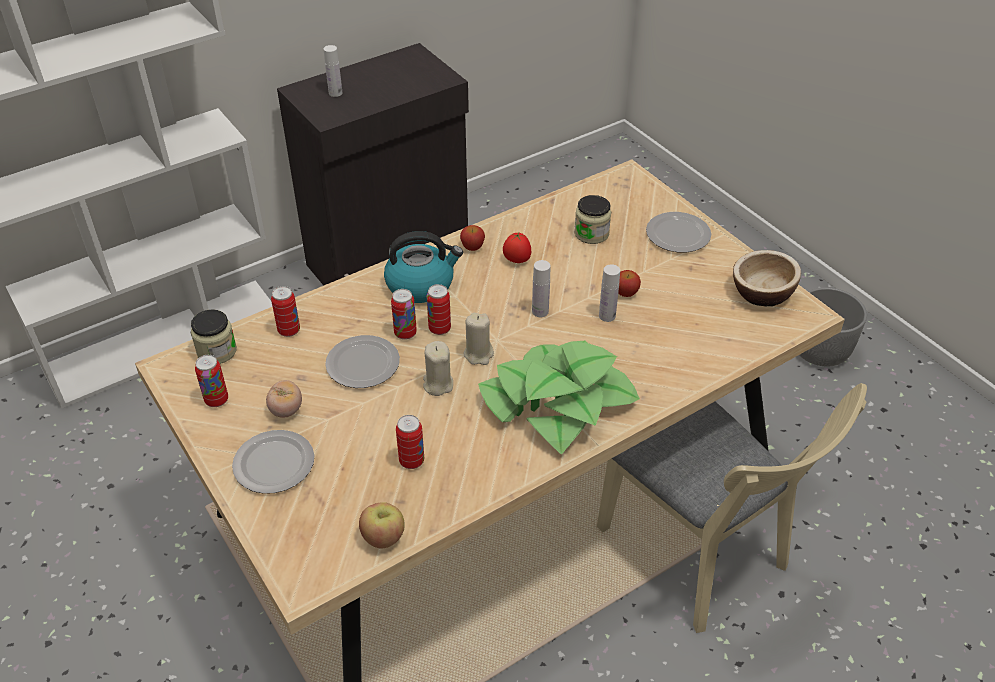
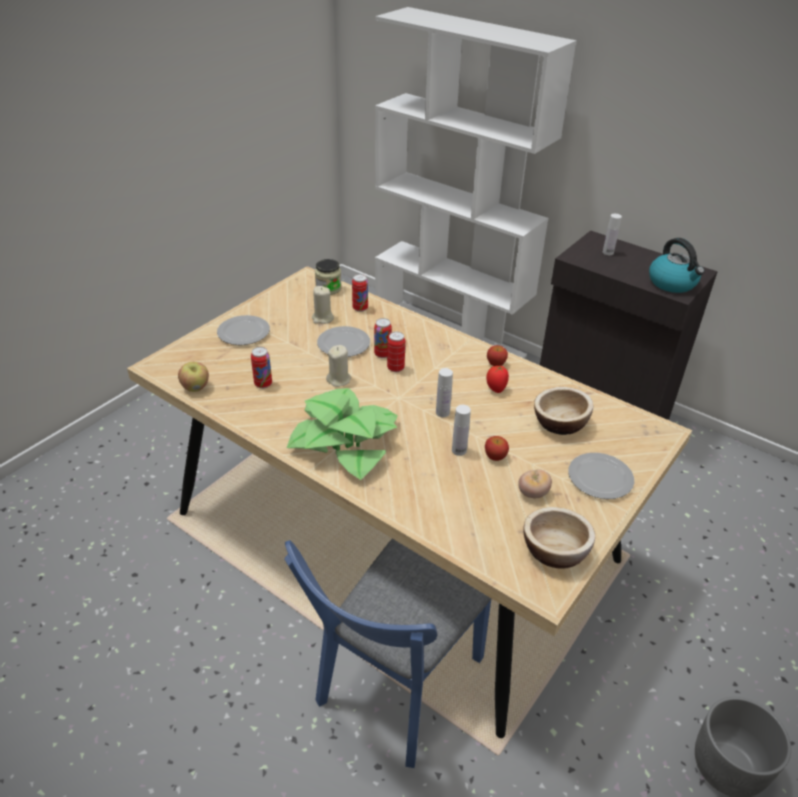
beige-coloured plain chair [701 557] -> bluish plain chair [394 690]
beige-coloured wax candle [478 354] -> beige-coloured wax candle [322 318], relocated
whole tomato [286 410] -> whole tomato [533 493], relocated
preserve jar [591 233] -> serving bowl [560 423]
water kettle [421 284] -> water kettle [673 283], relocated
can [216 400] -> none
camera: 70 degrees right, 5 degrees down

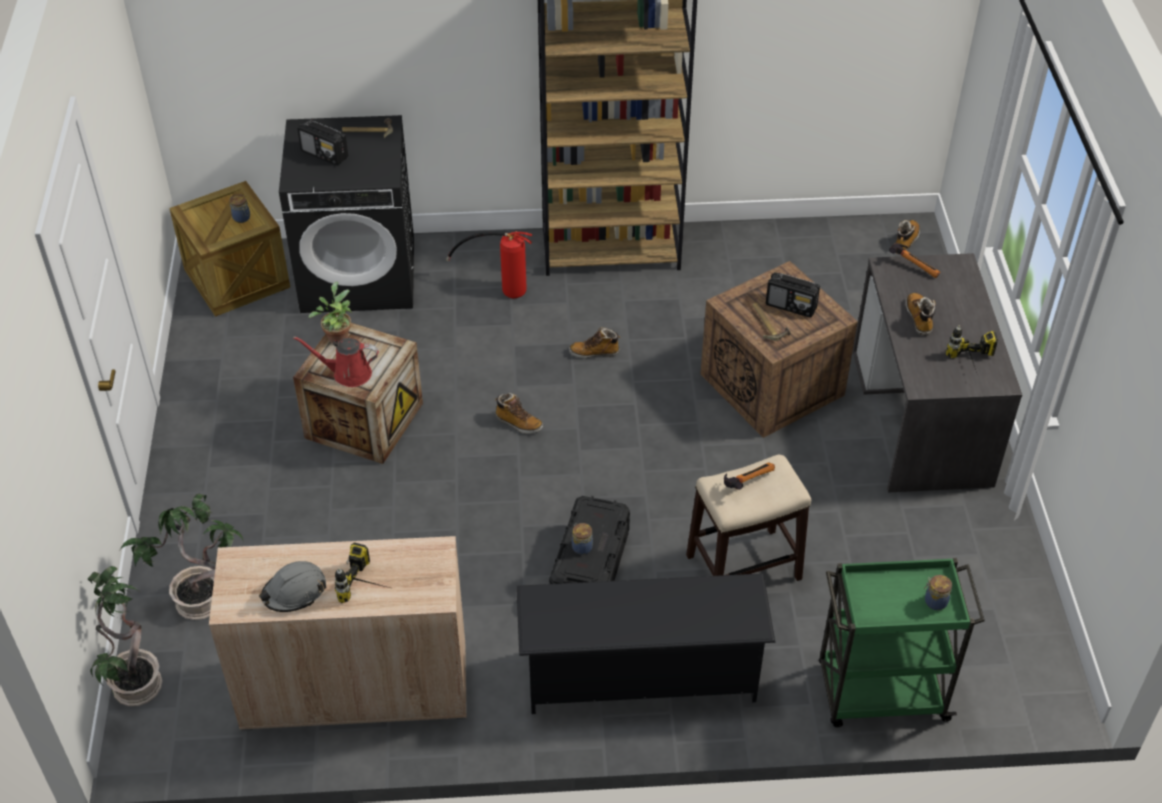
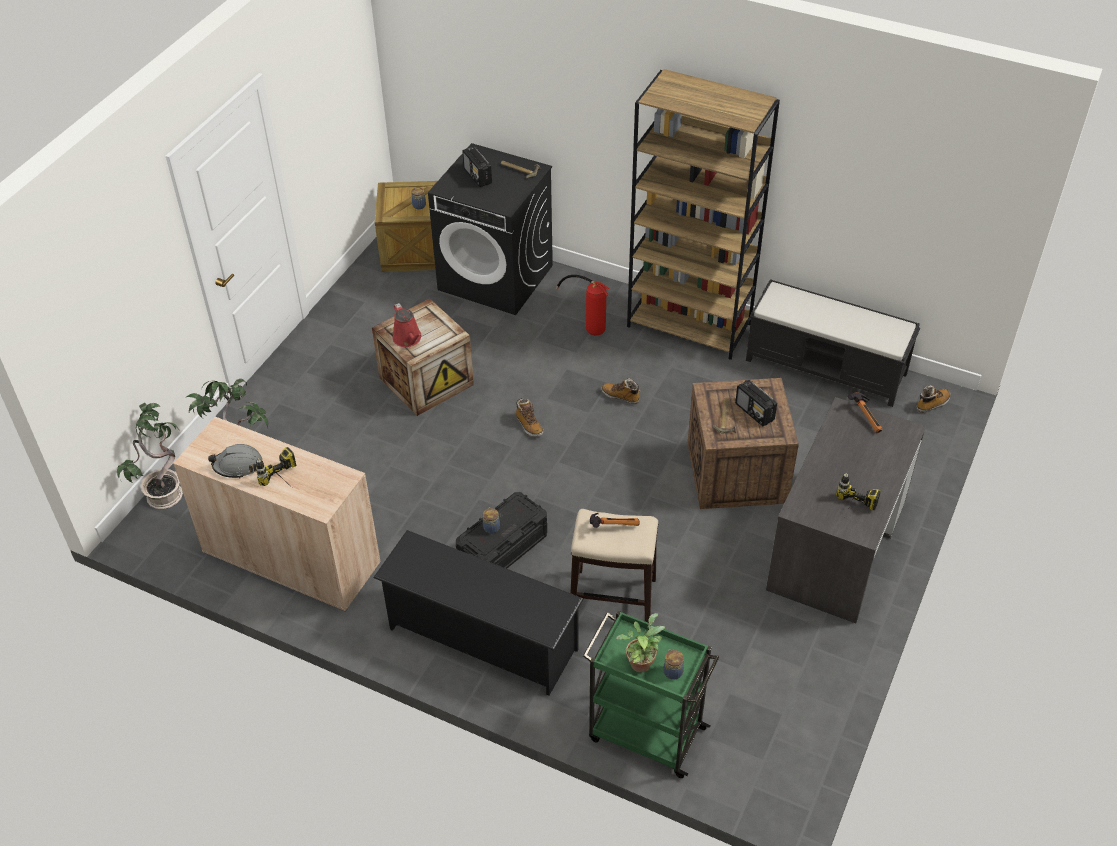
red watering can [348 373] -> red watering can [408 339], 150 degrees counterclockwise
plant in a pot [337 336] -> plant in a pot [640 661], relocated
none -> black-coloured indoor bench [827 367]
boot [919 318] -> none
camera: 30 degrees right, 0 degrees up

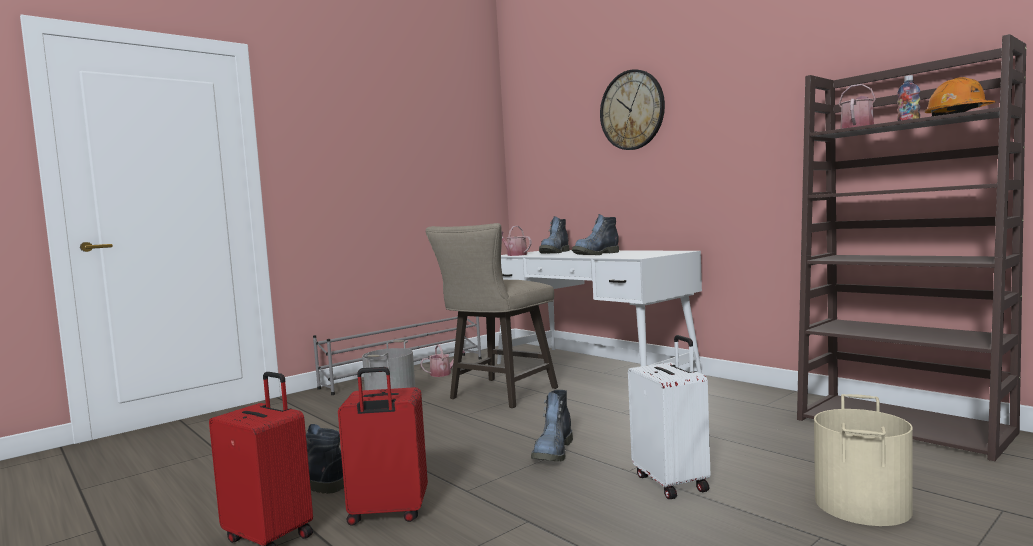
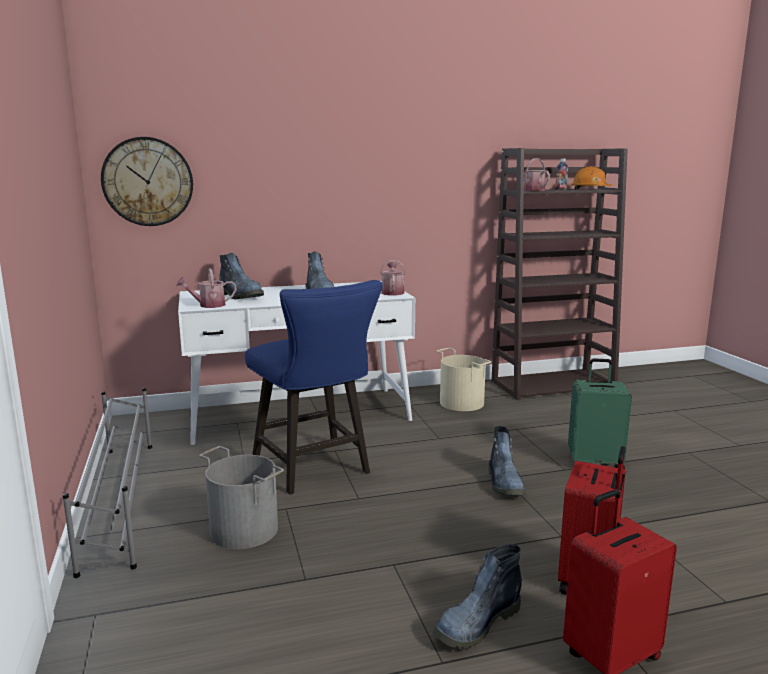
clock on the wall [632 110] -> clock on the wall [148 182], relocated
beige-coloured sitting stool [498 395] -> bluish sitting stool [315 469]
watering can [443 373] -> watering can [392 292], relocated
beige-coloured bucket [863 505] -> beige-coloured bucket [462 403], relocated
boot [553 452] -> boot [505 484], 45 degrees clockwise
white suitcase [672 482] -> green suitcase [595 463]
camera: 65 degrees left, 10 degrees up

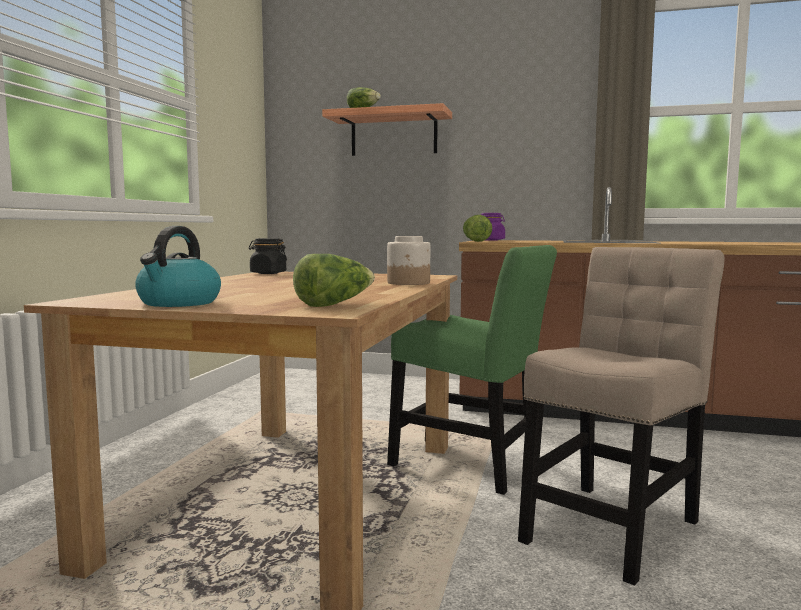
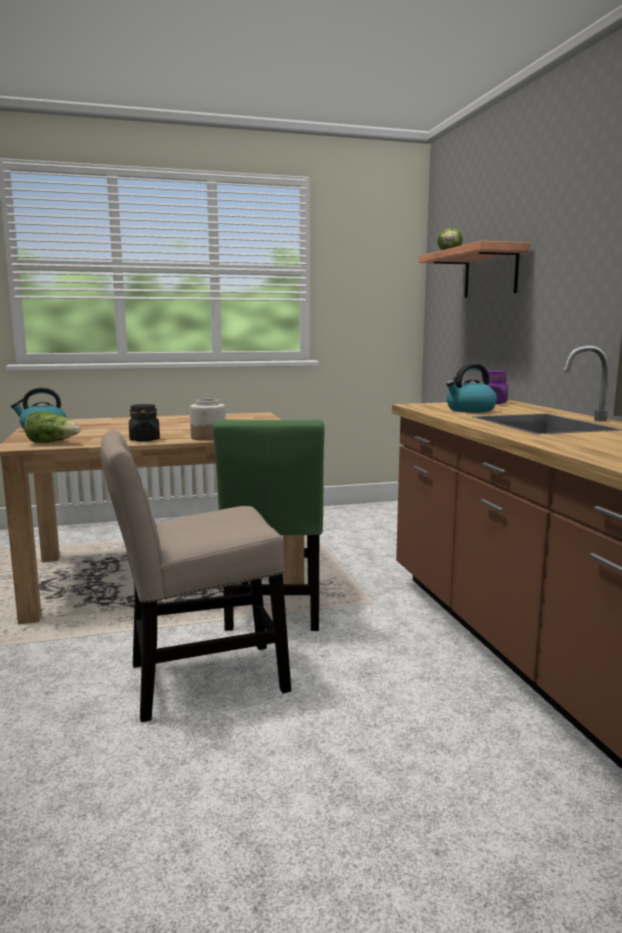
beige-coloured plain chair [613 526] -> beige-coloured plain chair [198 680], 150 degrees clockwise
black-coloured preserve jar [268 273] -> black-coloured preserve jar [144 440], relocated
none -> water kettle [470 410]
head of lettuce [475 241] -> none
camera: 60 degrees right, 5 degrees up

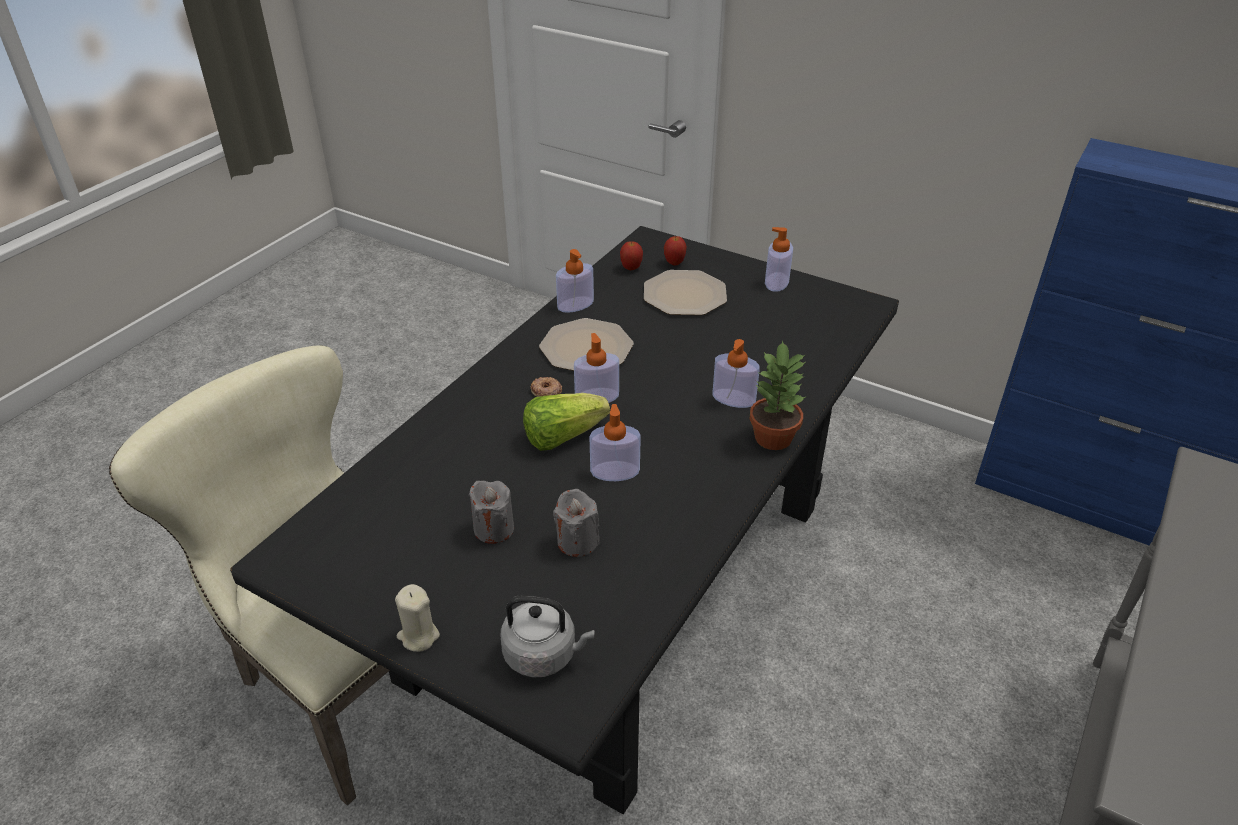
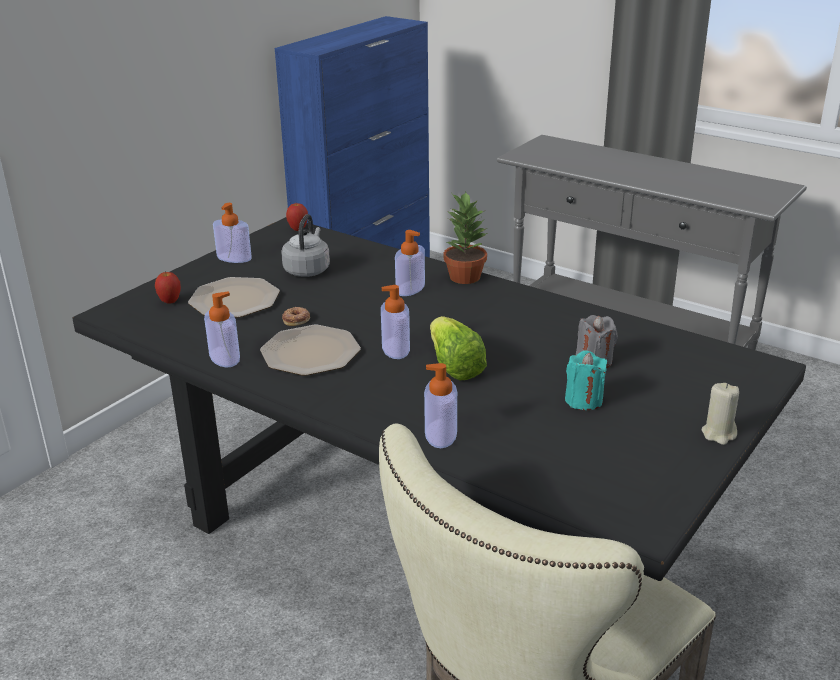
greyish water kettle [544 654] -> greyish water kettle [307 270], relocated
donut [546 391] -> donut [296 319], relocated
apple fruit [631 268] -> apple fruit [298 229], relocated
soap dispenser [615 471] -> soap dispenser [440 434], relocated
greyish wax candle [494 529] -> turquoise wax candle [583 400]
camera: 85 degrees left, 10 degrees down

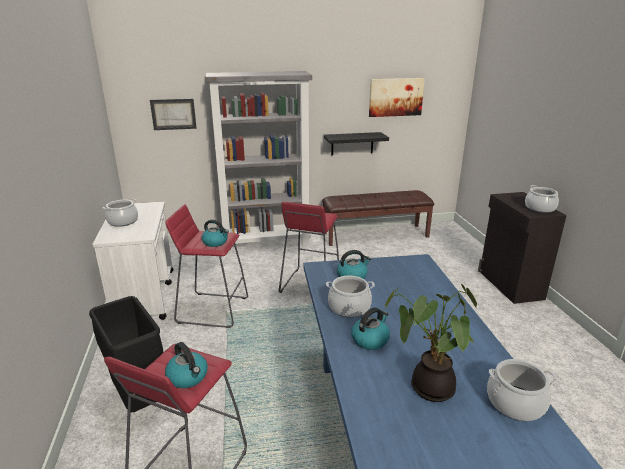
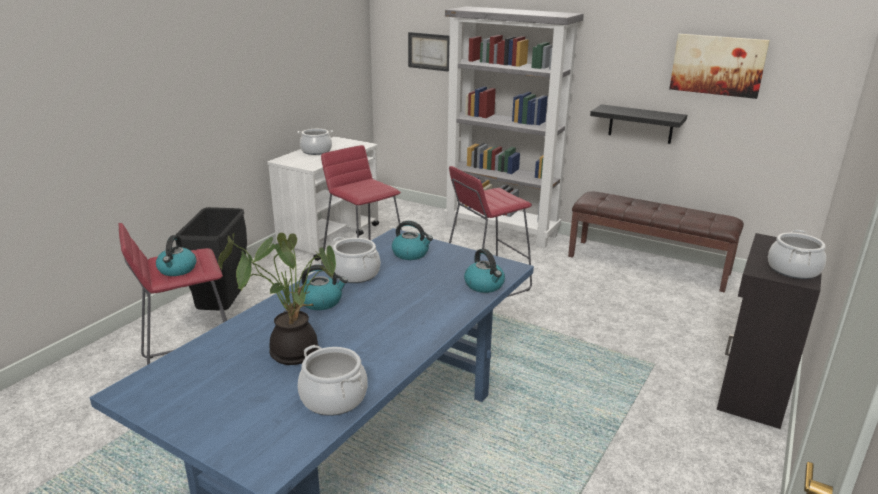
water kettle [215 242] -> water kettle [484 285], relocated
camera: 40 degrees right, 0 degrees up

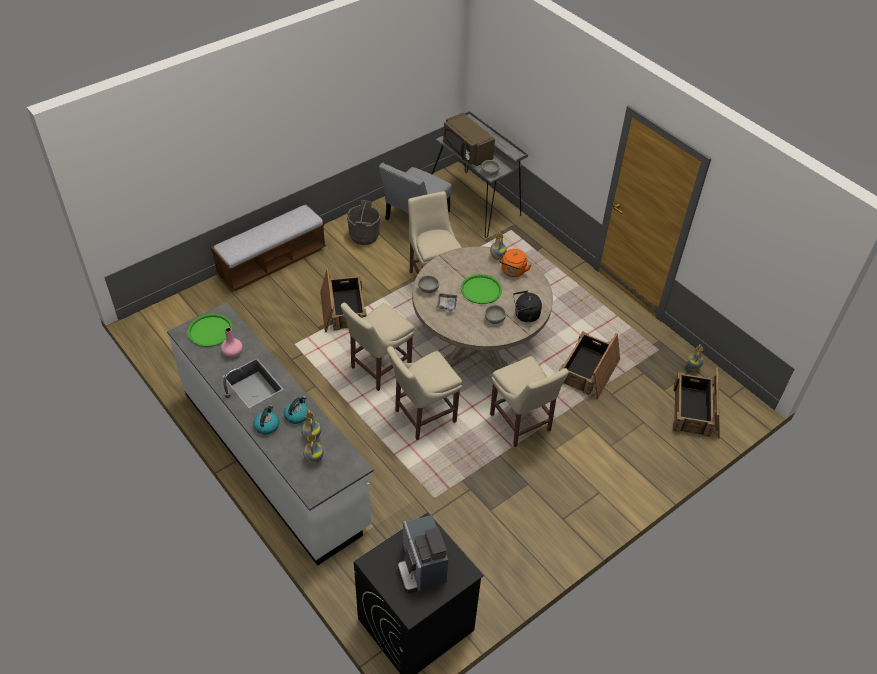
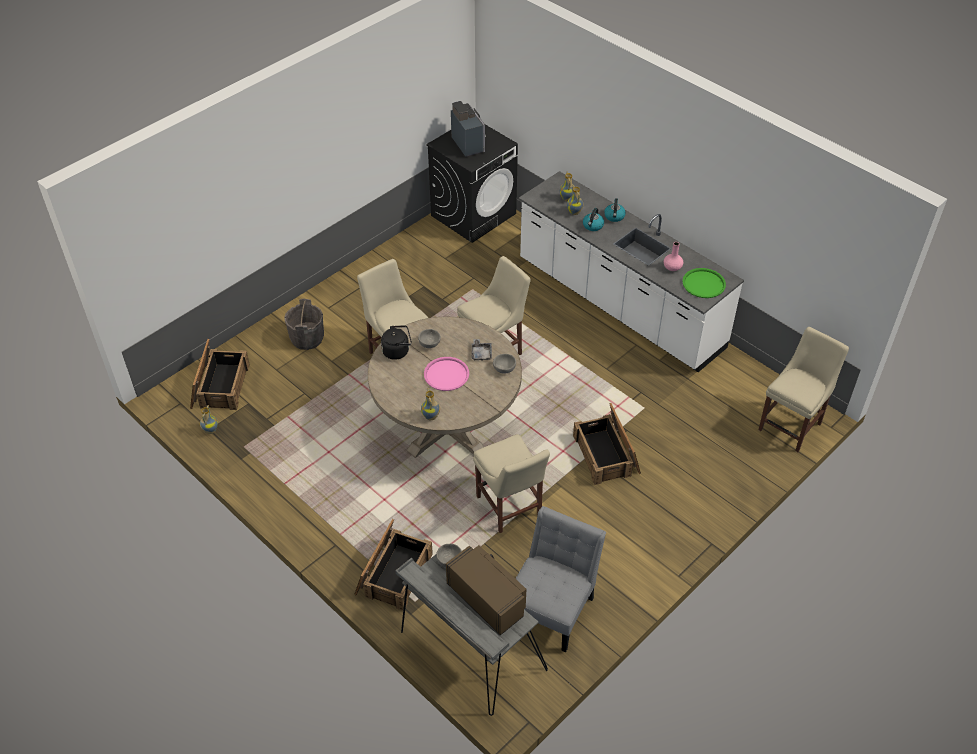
greyish bucket [364 236] -> greyish bucket [307 338], relocated
packing crate [589 371] -> packing crate [393 573], relocated
green tray [481 290] -> pink tray [446 374]
beige-coloured plain chair [378 369] -> beige-coloured plain chair [792 425], relocated
indoor bench [272 262] -> none
orange-coloured water kettle [513 272] -> none
camera: 175 degrees right, 0 degrees up

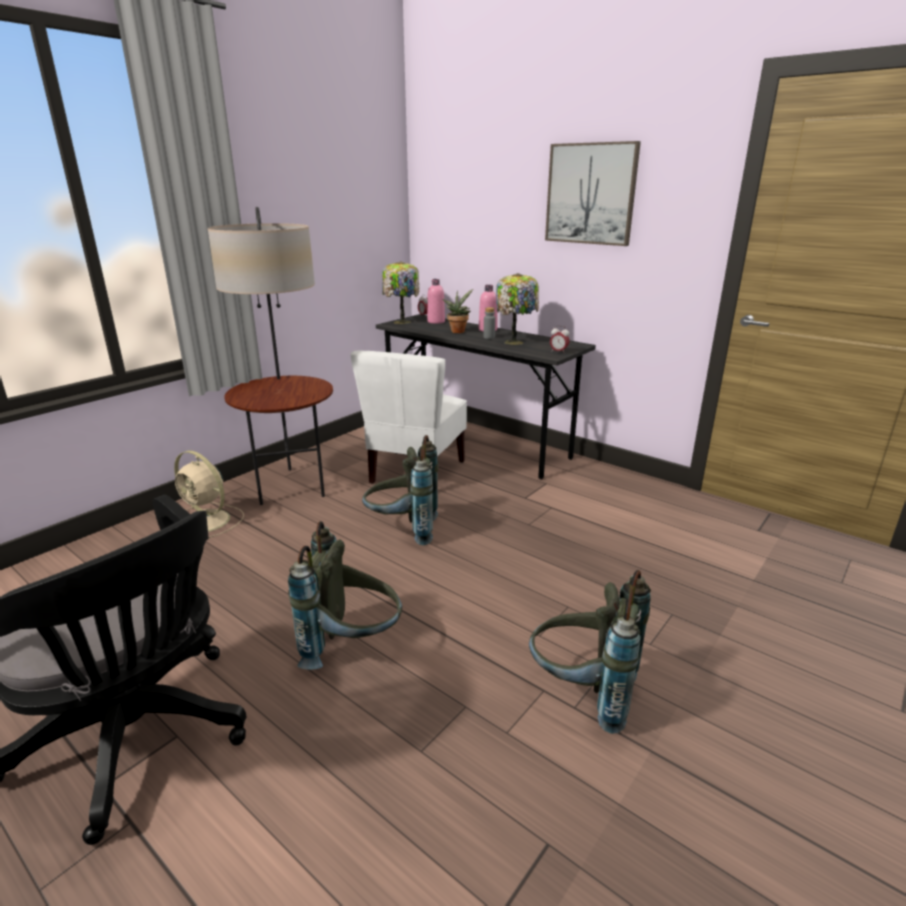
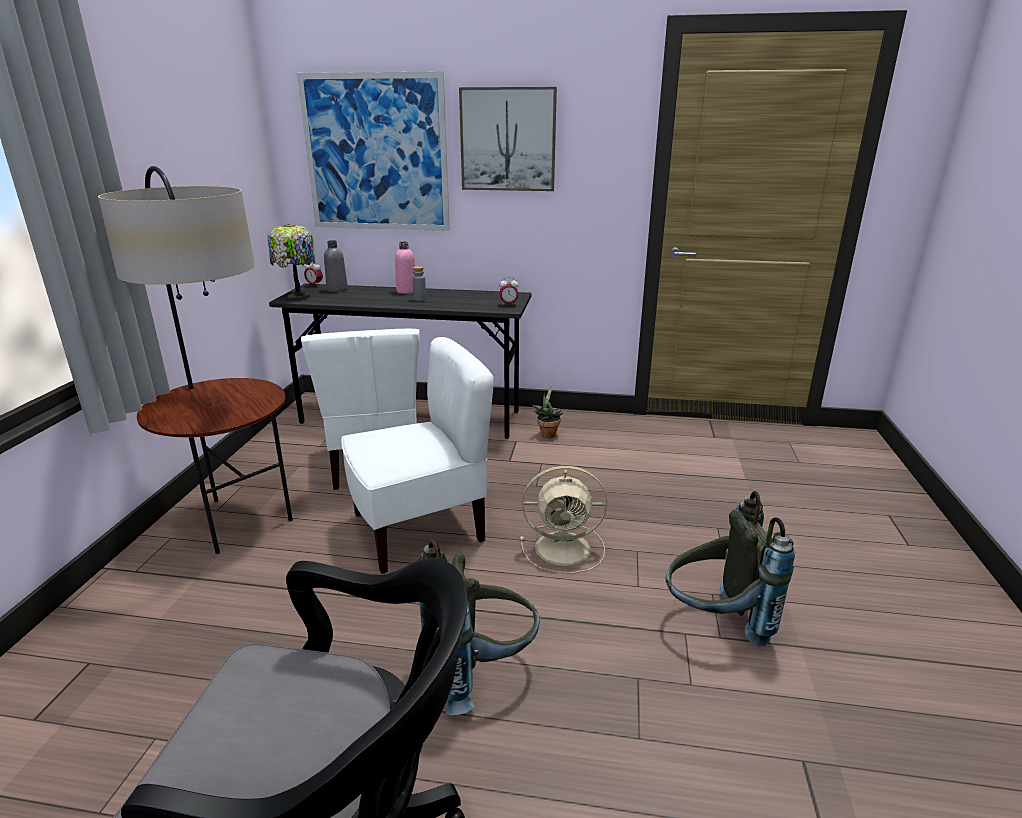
none -> wall picture [376 154]
pink beverage bottle [436 321] -> greyish beverage bottle [337 290]
greyish rucksack [403 530] -> white plain chair [419 529]
beige-coloured electric fan [208 521] -> beige-coloured electric fan [565 548], relocated
plant in a pot [458 331] -> plant in a pot [547 434], relocated
lamp for a table [515 342] -> none
camera: 30 degrees left, 0 degrees up

